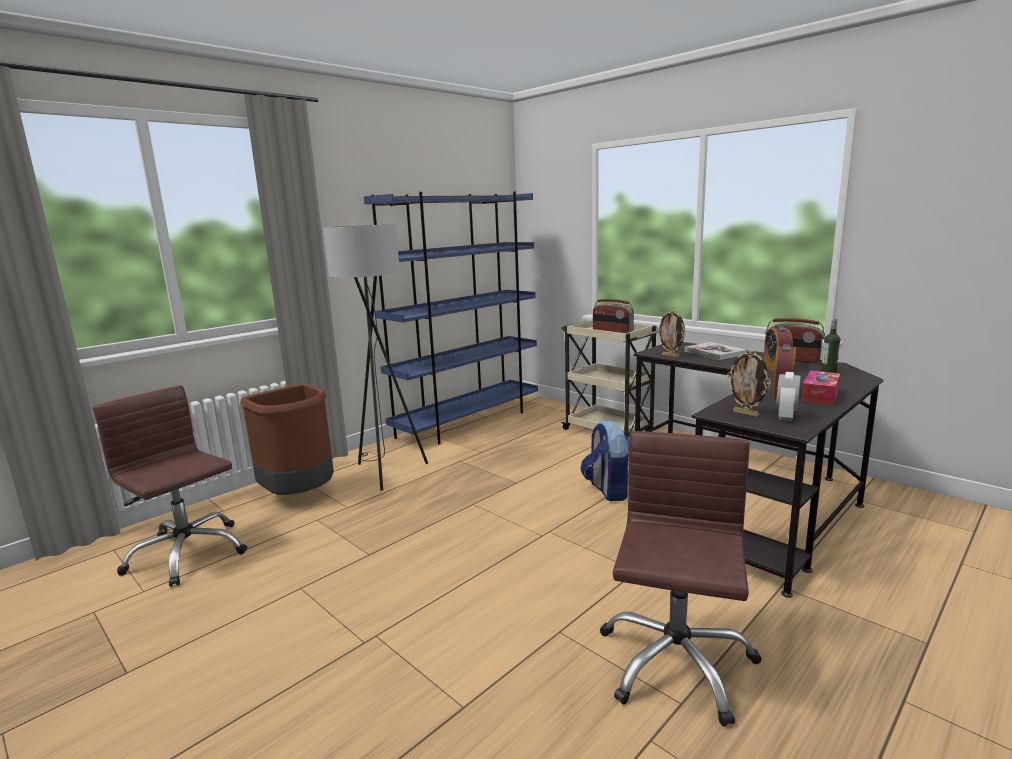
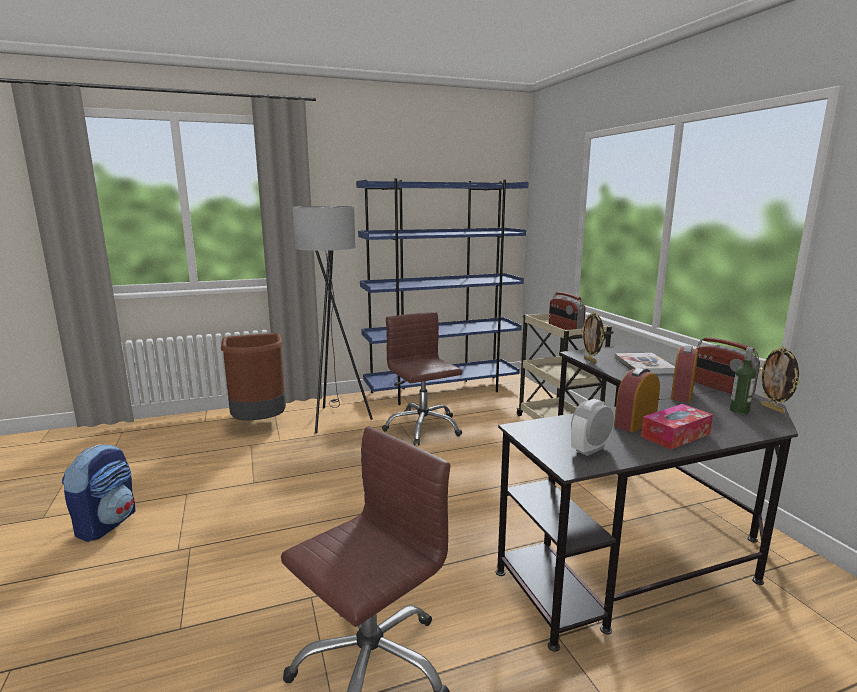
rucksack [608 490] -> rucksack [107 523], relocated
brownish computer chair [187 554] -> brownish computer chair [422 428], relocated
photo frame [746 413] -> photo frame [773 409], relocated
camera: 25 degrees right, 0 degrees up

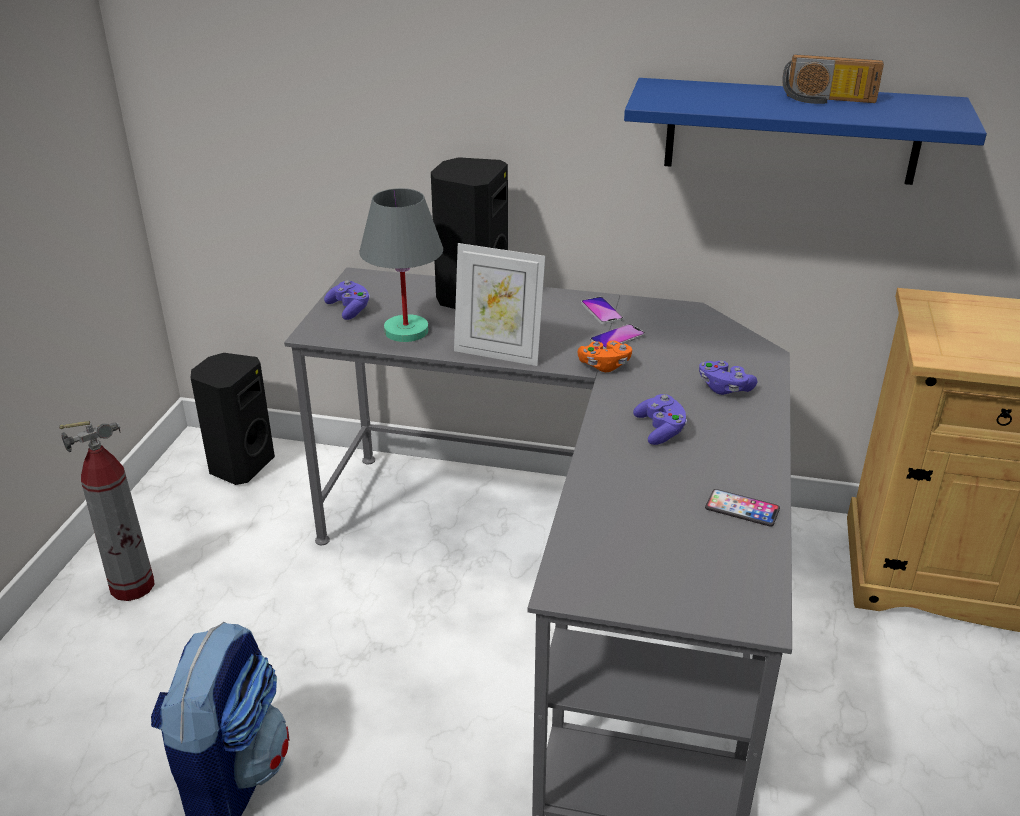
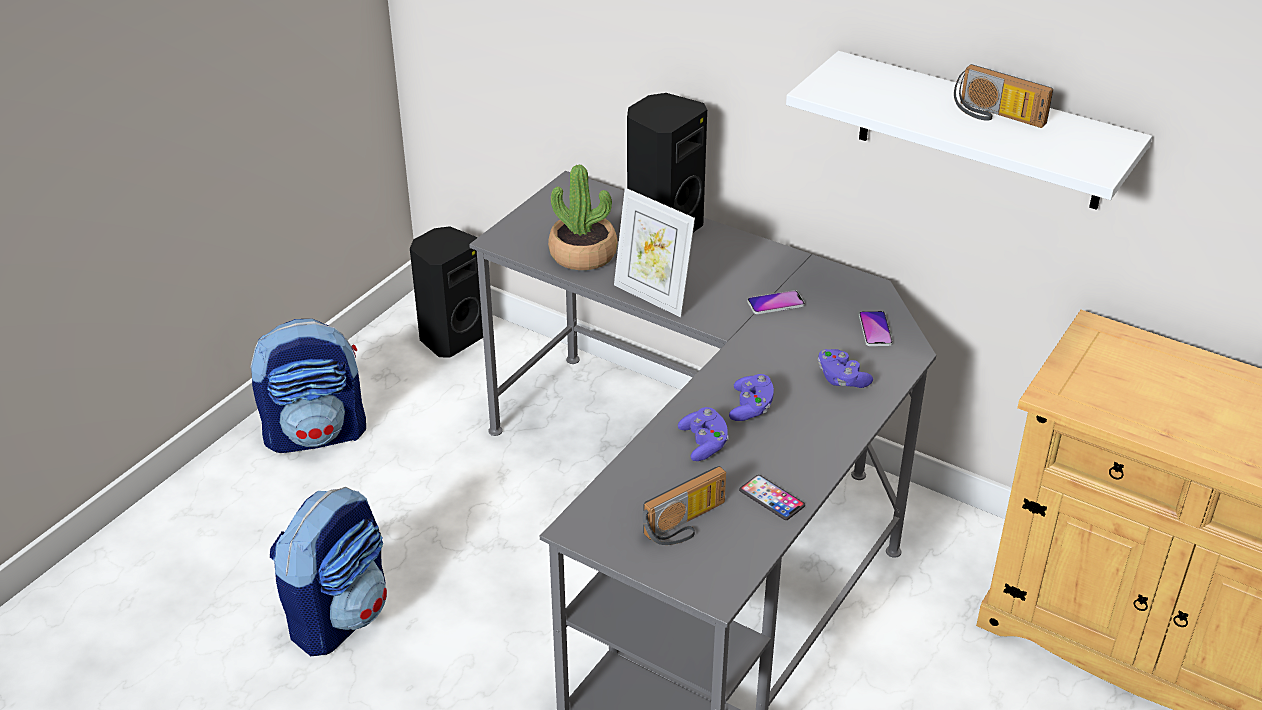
extinguisher [133 586] -> rucksack [317 434]
greyish lamp for a table [407 331] -> plant in a pot [583 254]
none -> radio [687 524]
purple-coloured gamepad [349 309] -> purple-coloured gamepad [704 444], relocated
bluish shelf [792 131] -> white shelf [981 132]
phone [601 311] -> phone [875 329], relocated
orange-coloured gamepad [604 365] -> none
camera: 20 degrees right, 5 degrees up

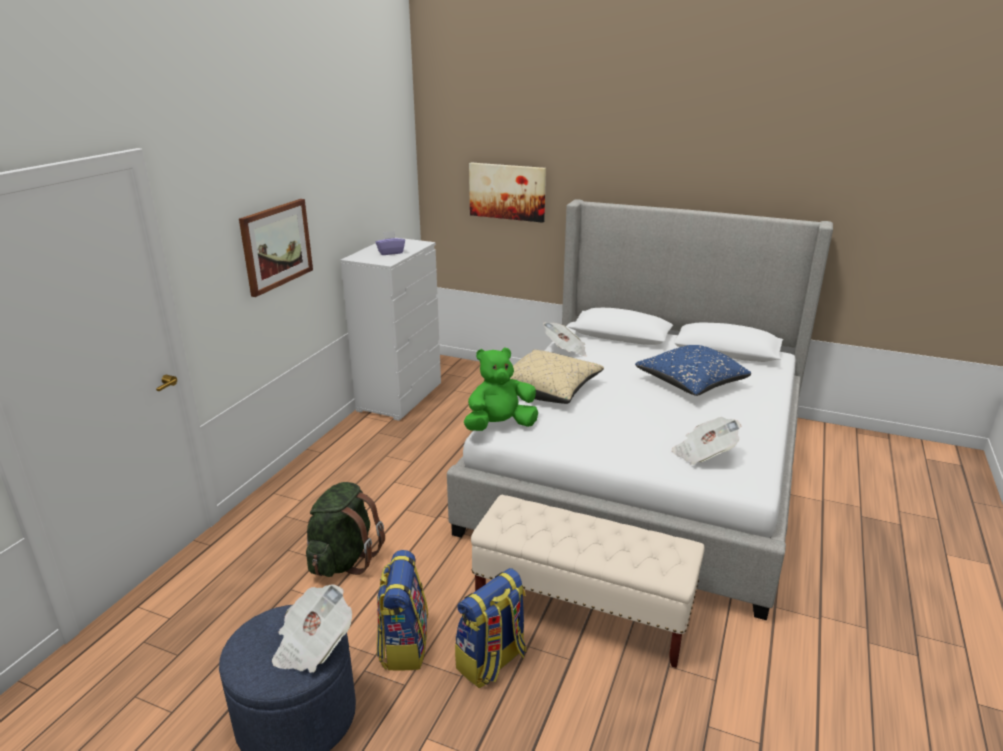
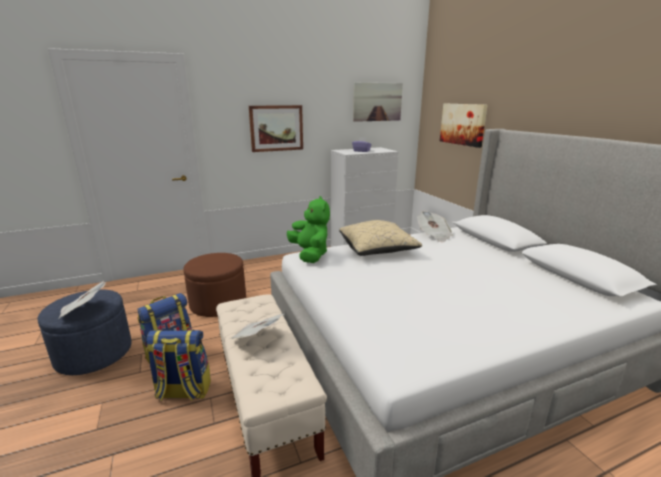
green rucksack [344 559] -> brownish footrest [218 303]
daily paper [703 454] -> daily paper [257 338], relocated
green soft toy [500 426] -> green soft toy [310 254], 45 degrees clockwise
none -> wall picture [377 102]
bluish cushion [690 384] -> none
camera: 45 degrees right, 5 degrees down

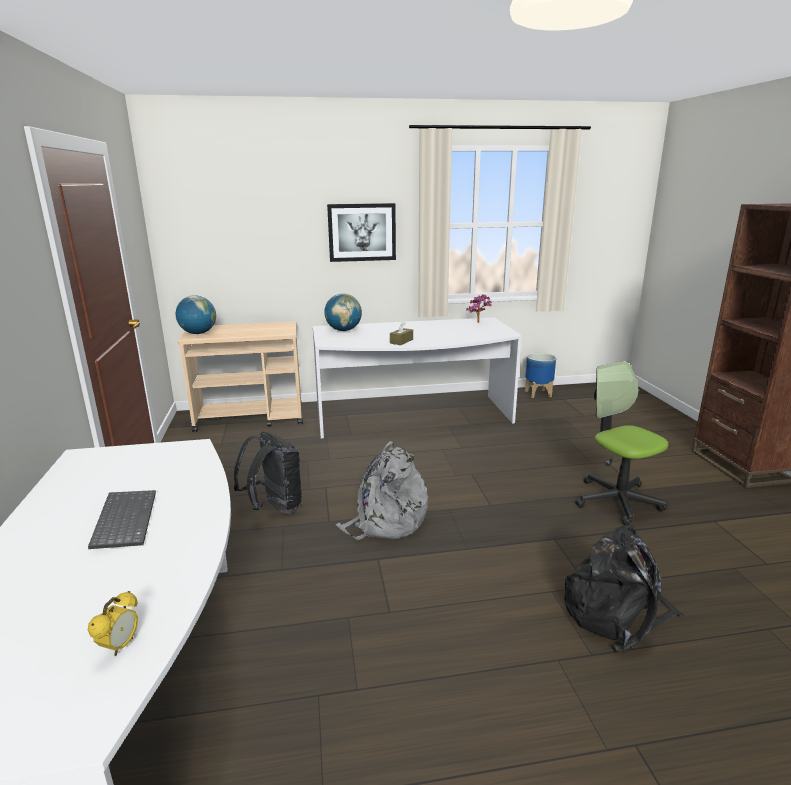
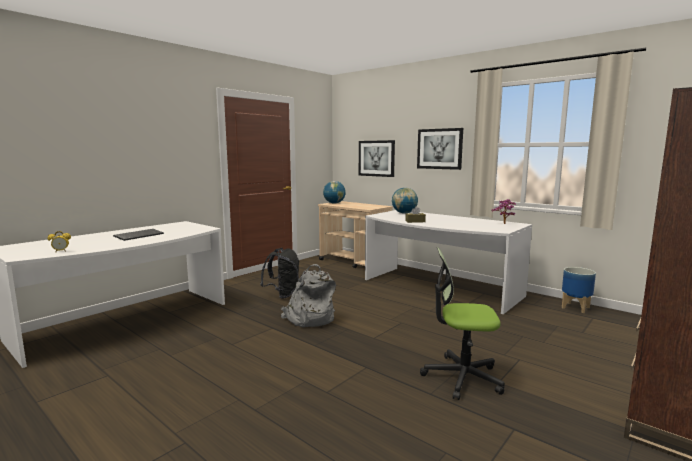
none -> wall picture [376 158]
computer chair [617 501] -> computer chair [462 377], 105 degrees counterclockwise
black-coloured rucksack [616 613] -> none
camera: 50 degrees right, 10 degrees down

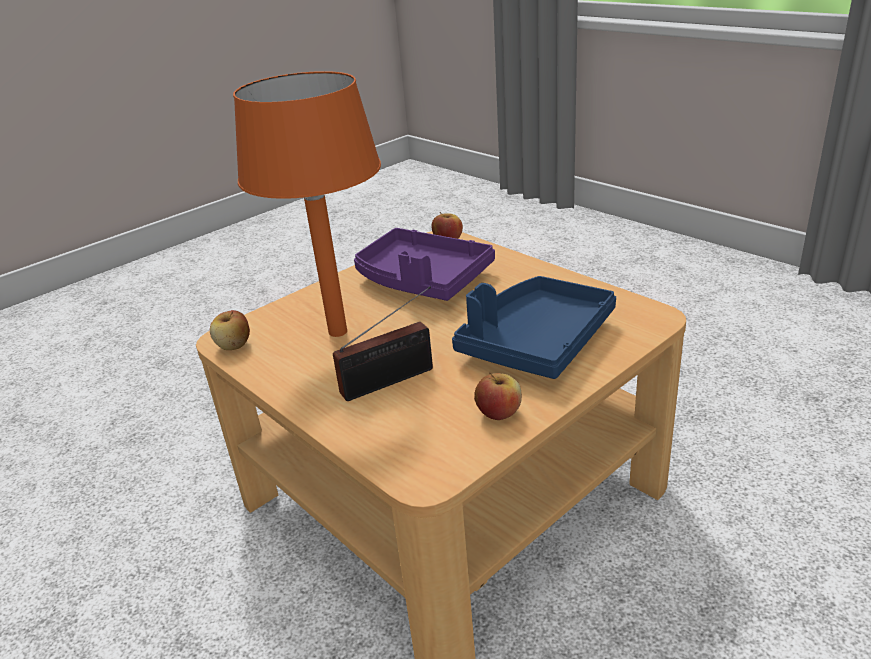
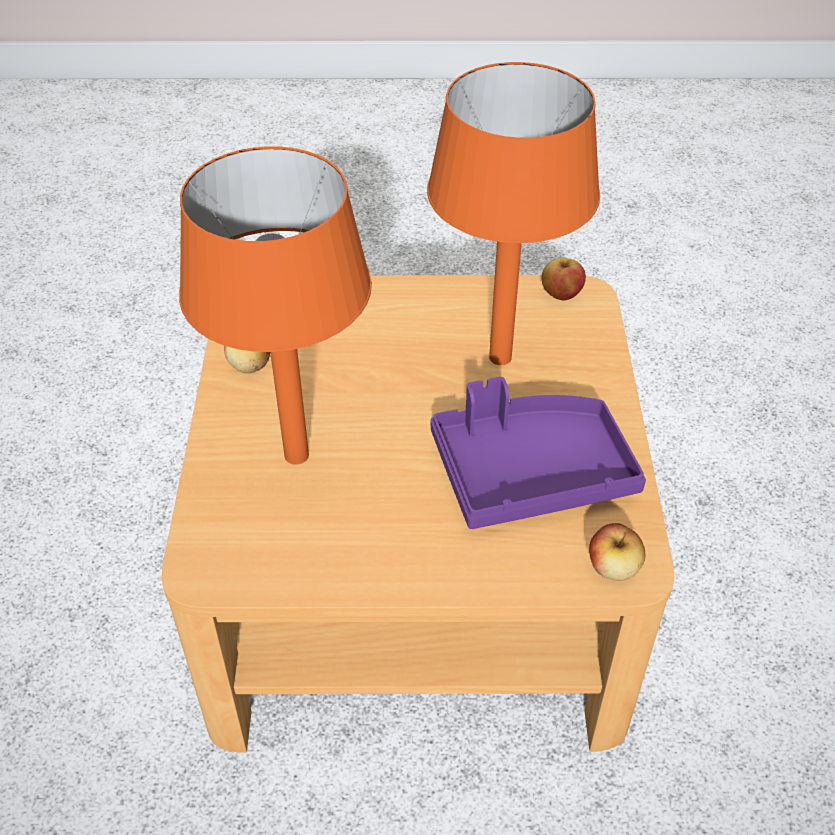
bluish tray [535 342] -> orange-coloured lamp for a table [297 456]
radio [393 380] -> none
camera: 130 degrees right, 15 degrees up

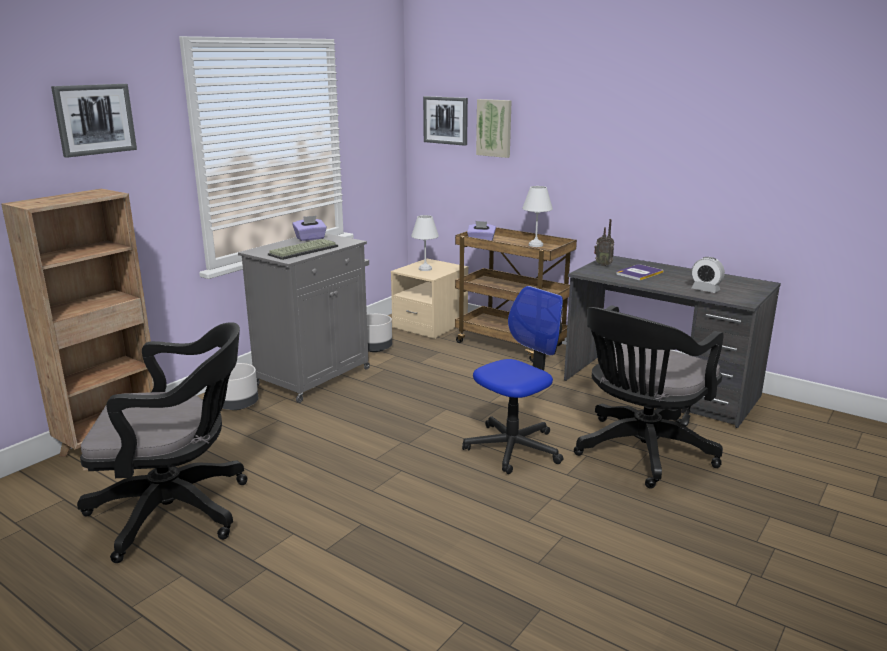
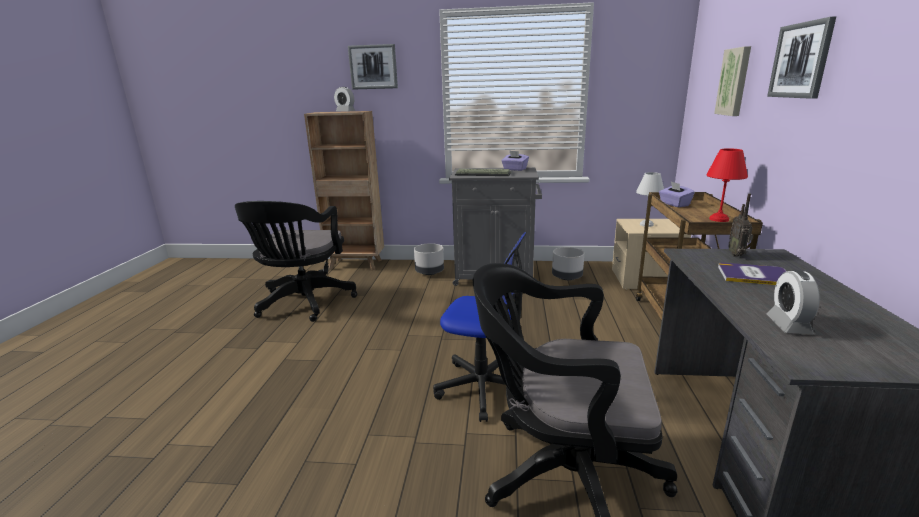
black-coloured computer chair [179 511] -> black-coloured computer chair [303 303], 45 degrees clockwise
none -> bedside clock [345 111]
white lamp for a table [535 245] -> red lamp for a table [718 219]
wall picture [446 120] -> wall picture [801 60], relocated
camera: 60 degrees right, 0 degrees up

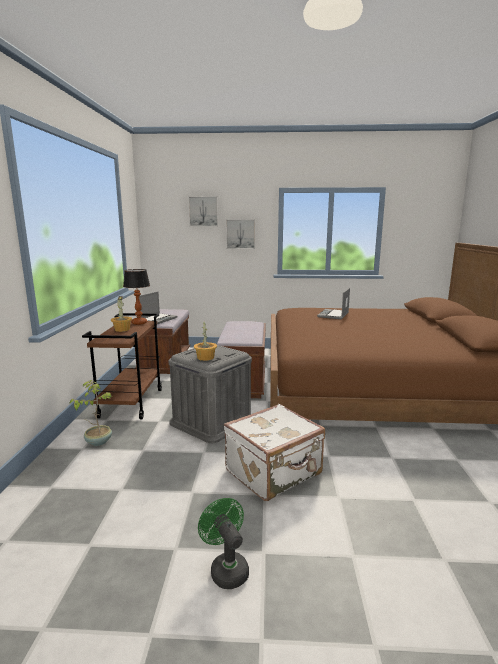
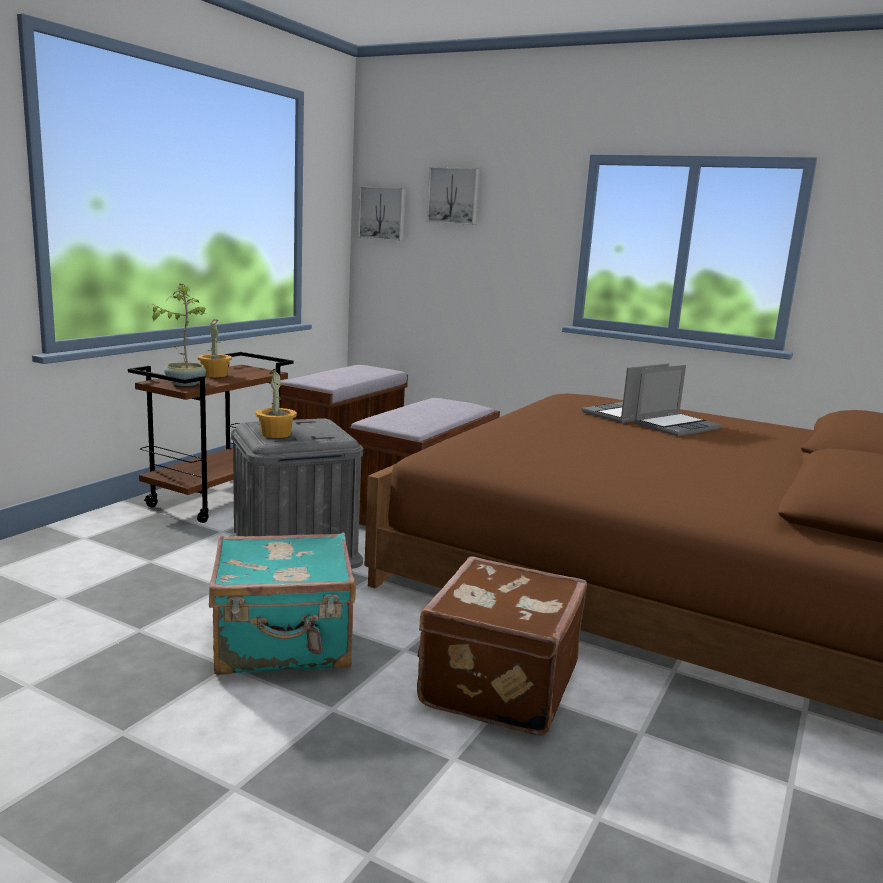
plant in a pot [98 442] -> plant in a pot [185 383], relocated
white suitcase [274 473] -> turquoise suitcase [284 645]
wall picture [240 234] -> wall picture [383 213], relocated
none -> brownish suitcase [496 684]
notebook computer [158 319] -> notebook computer [676 426], relocated
lamp for a table [139 323] -> none
green electric fan [226 568] -> none
camera: 25 degrees right, 0 degrees up

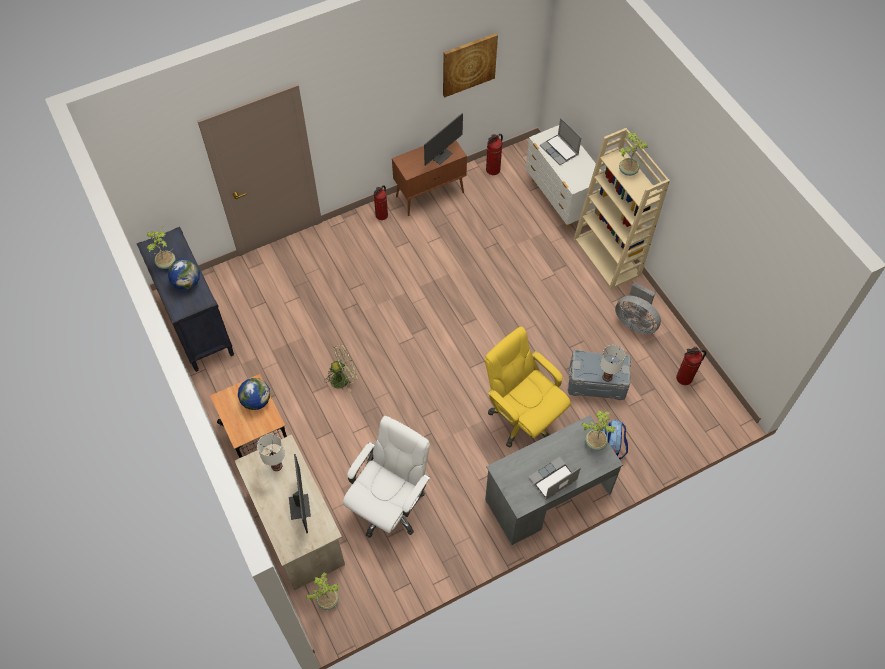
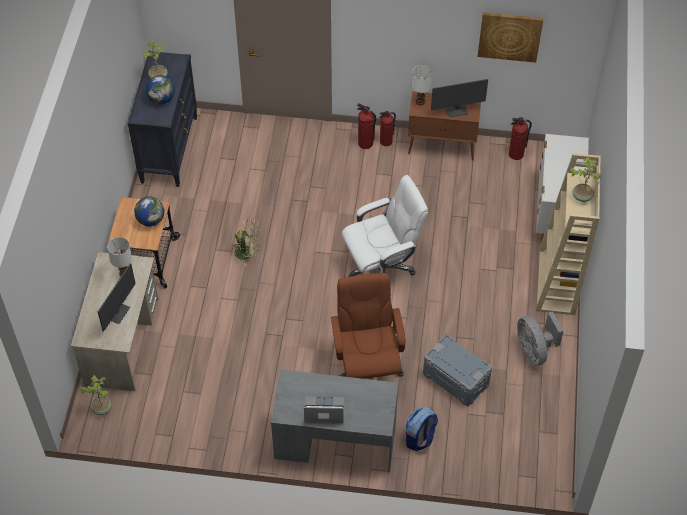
yellow-coloured computer chair [522 418] -> brownish computer chair [367 369]
white computer chair [389 505] -> white computer chair [382 267], relocated
extinguisher [684 378] -> extinguisher [365 143], relocated
white lamp for a table [606 377] -> white lamp for a table [420 101], relocated
notebook computer [560 150] -> none
plant in a pot [595 442] -> none
camera: 35 degrees right, 5 degrees down

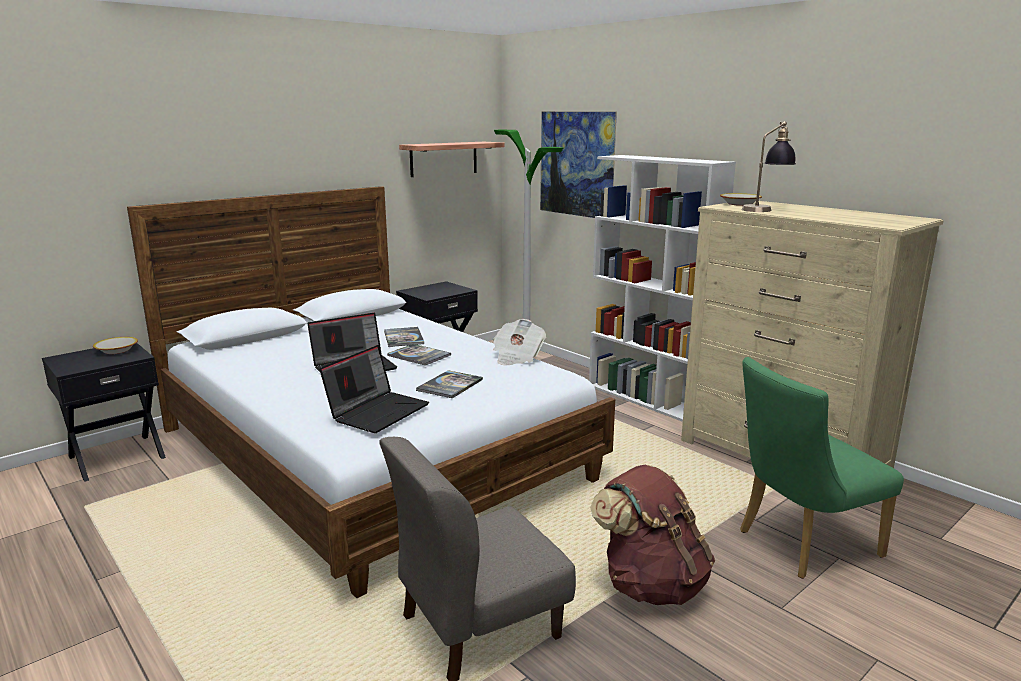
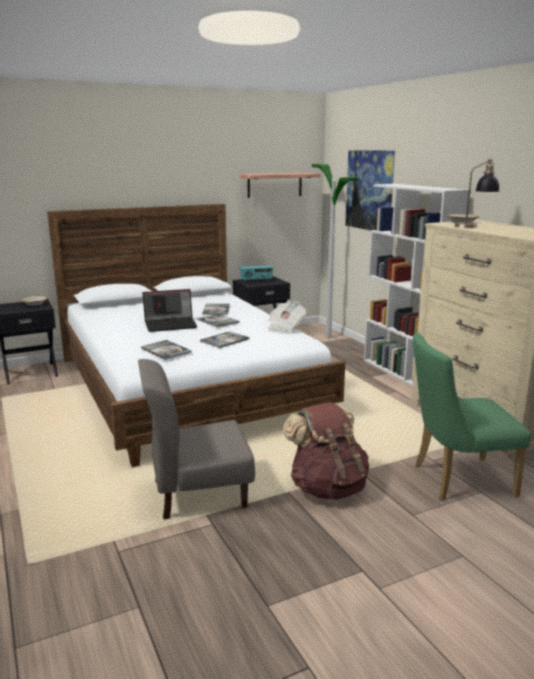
notebook computer [378 411] -> bound book [166 350]
none -> radio [256 280]
camera: 15 degrees right, 0 degrees up

